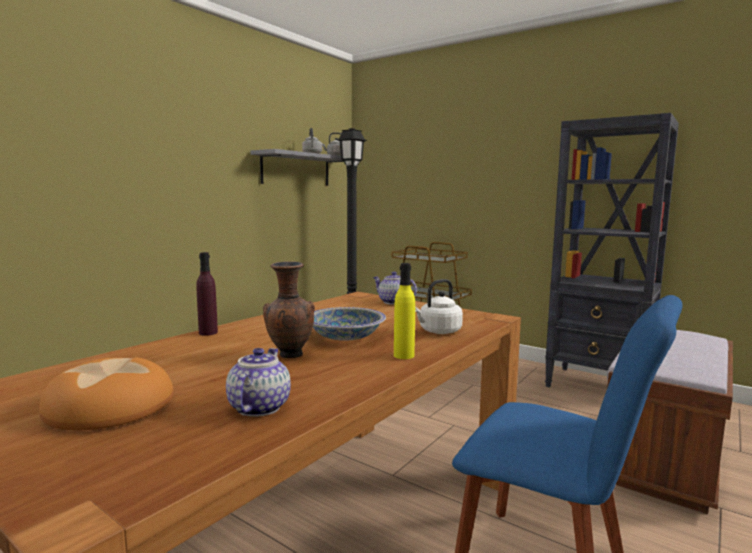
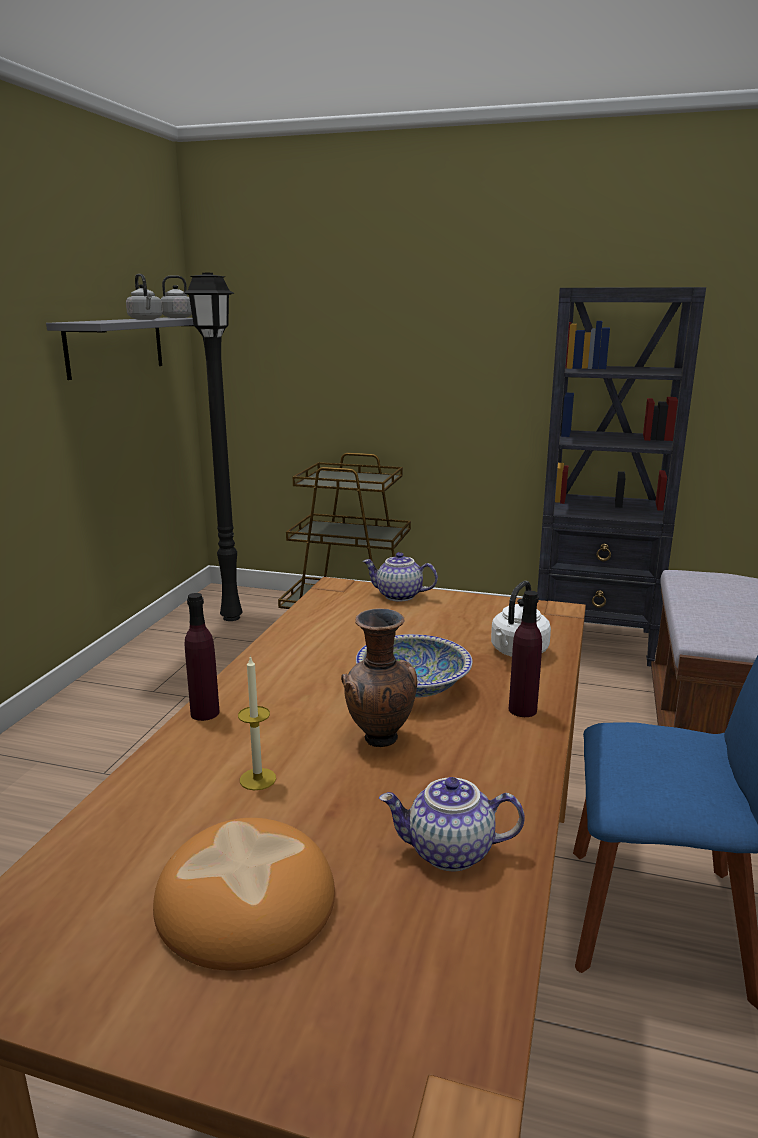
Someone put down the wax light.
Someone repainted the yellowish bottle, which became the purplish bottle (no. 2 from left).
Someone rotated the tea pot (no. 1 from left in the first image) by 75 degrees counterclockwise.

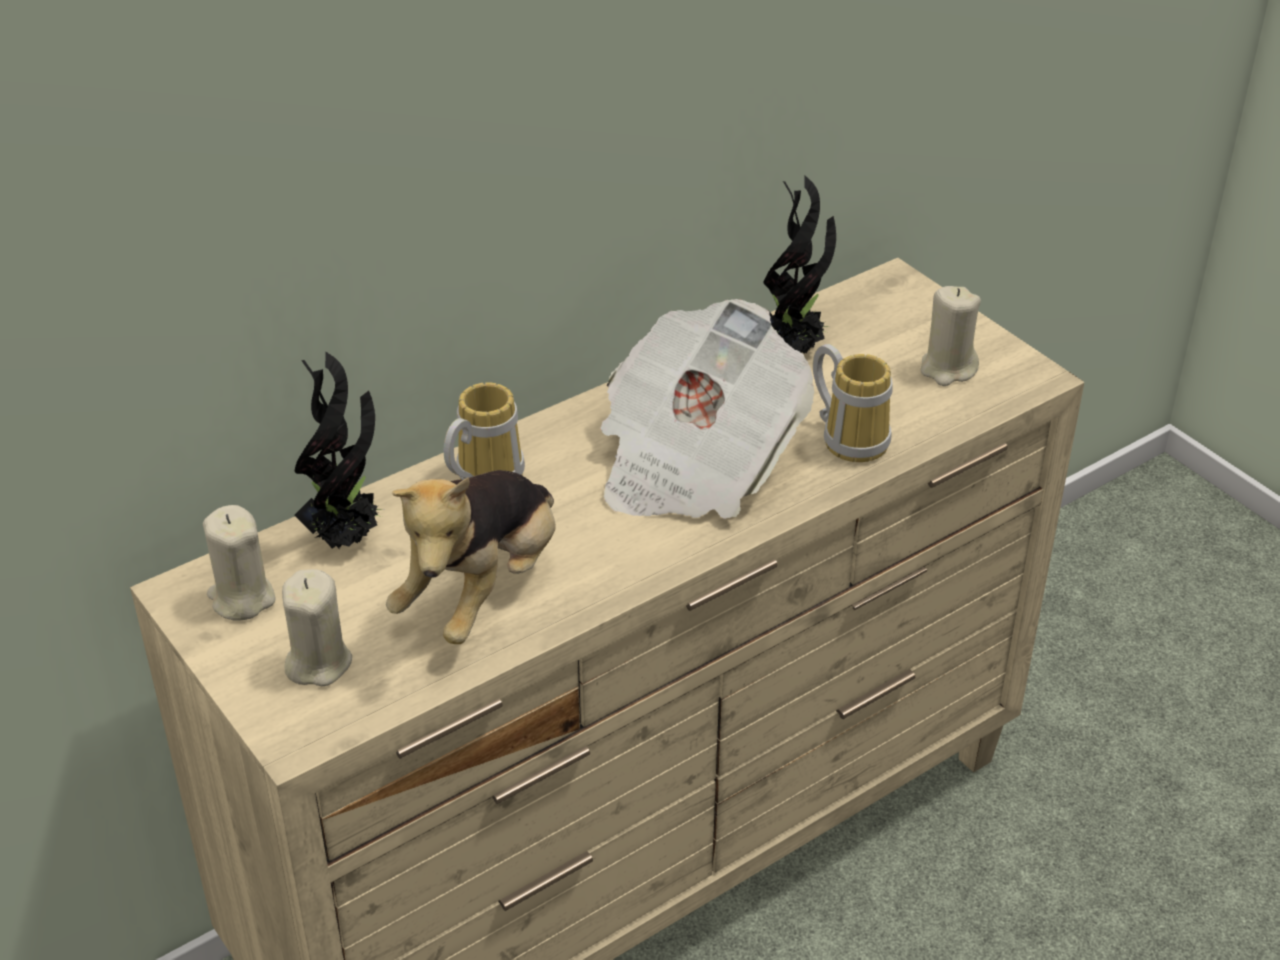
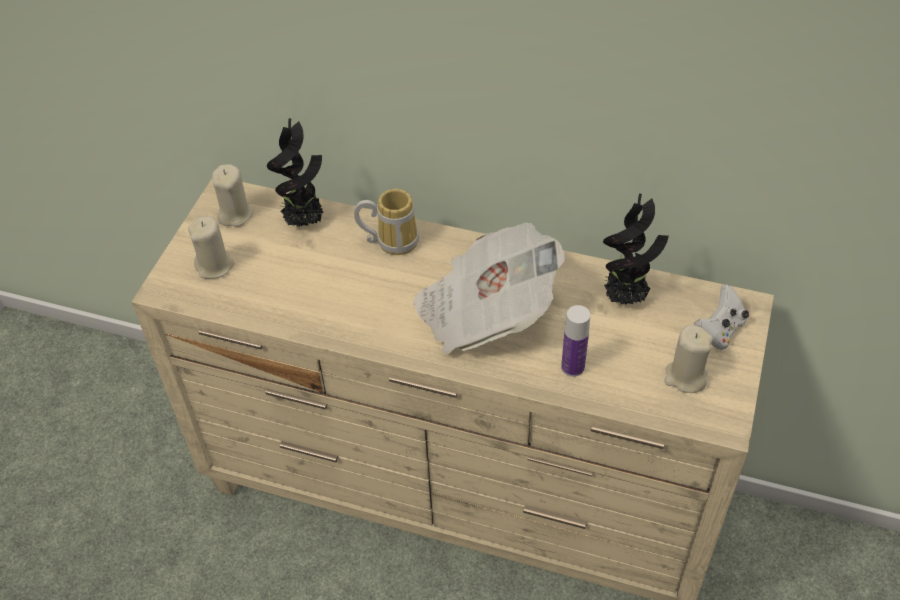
Someone took away the cuddly toy.
Someone put down the white-coloured joypad.
Someone swapped the tea mug (no. 2 from left) for the bottle.

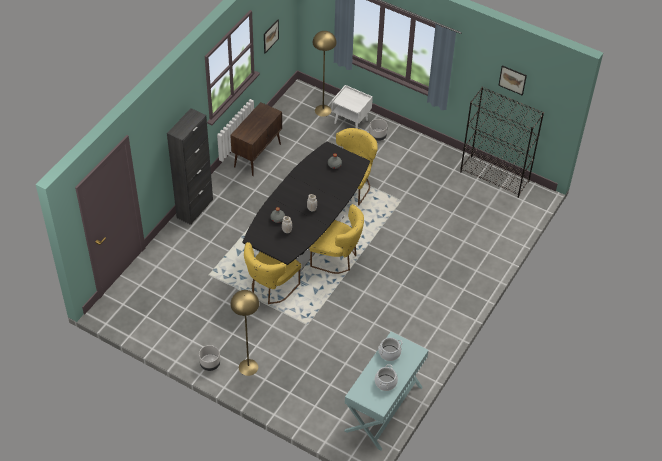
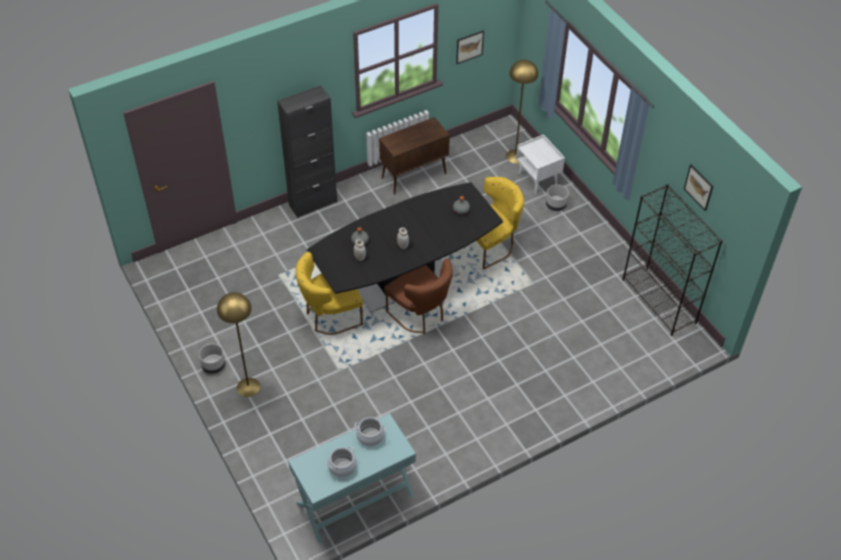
Someone repainted the yellowish upright chair (no. 2 from left), which became the brown upright chair.

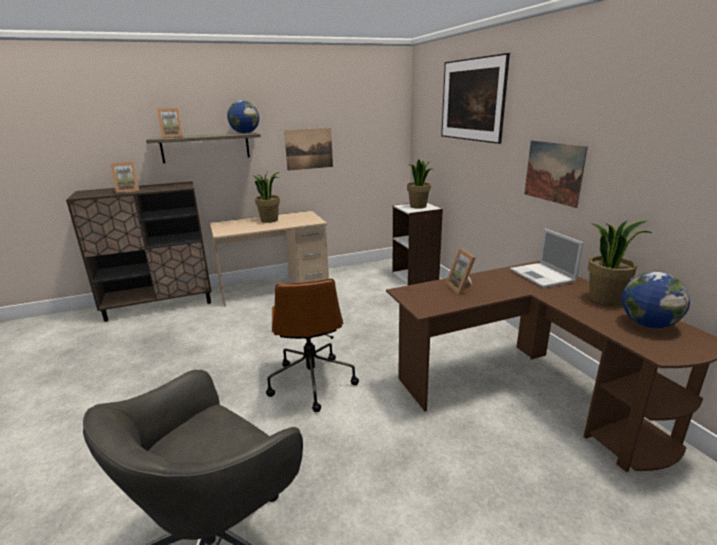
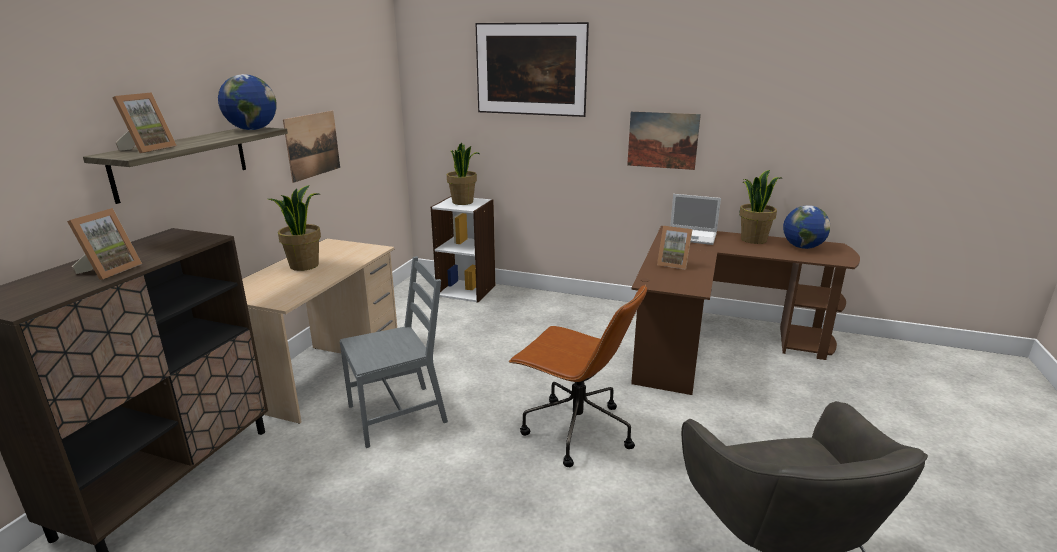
Someone put down the gray upright chair.

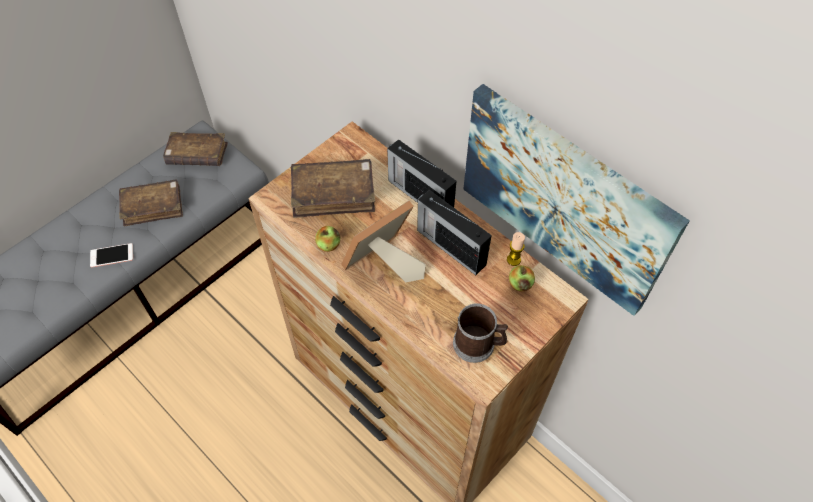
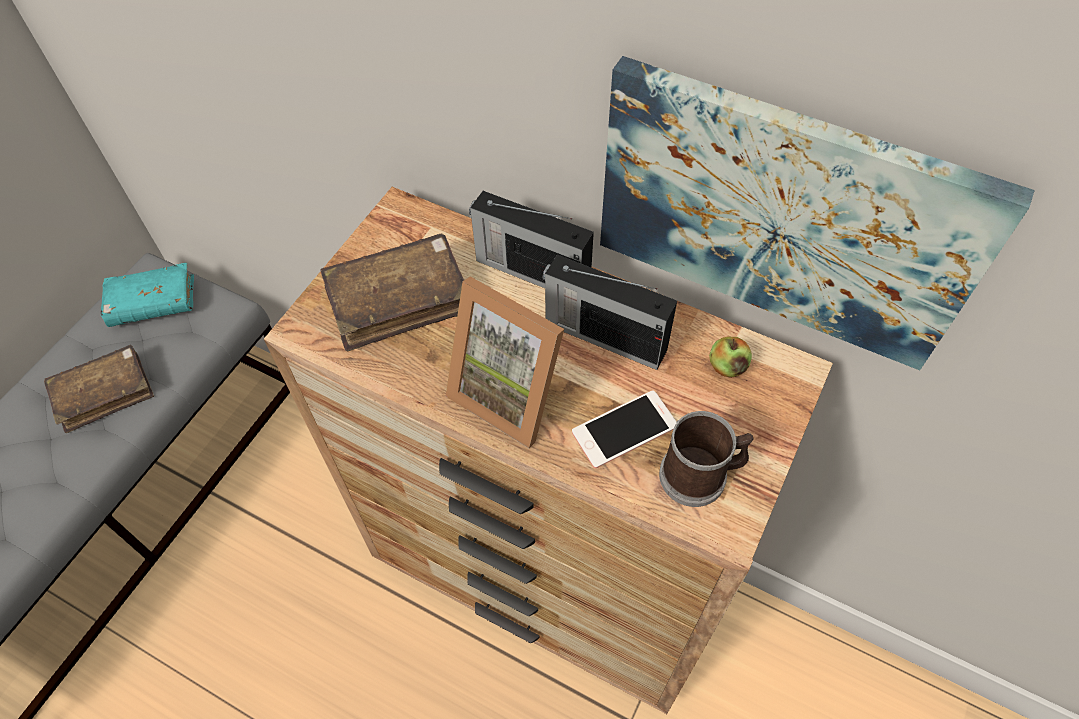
Someone took away the whole apple (no. 1 from left).
Someone took away the wax light.
Someone carried the phone.
Someone repainted the brown volume (no. 2 from left), which became the blue-green volume.
Someone rotated the standing frame by 90 degrees counterclockwise.

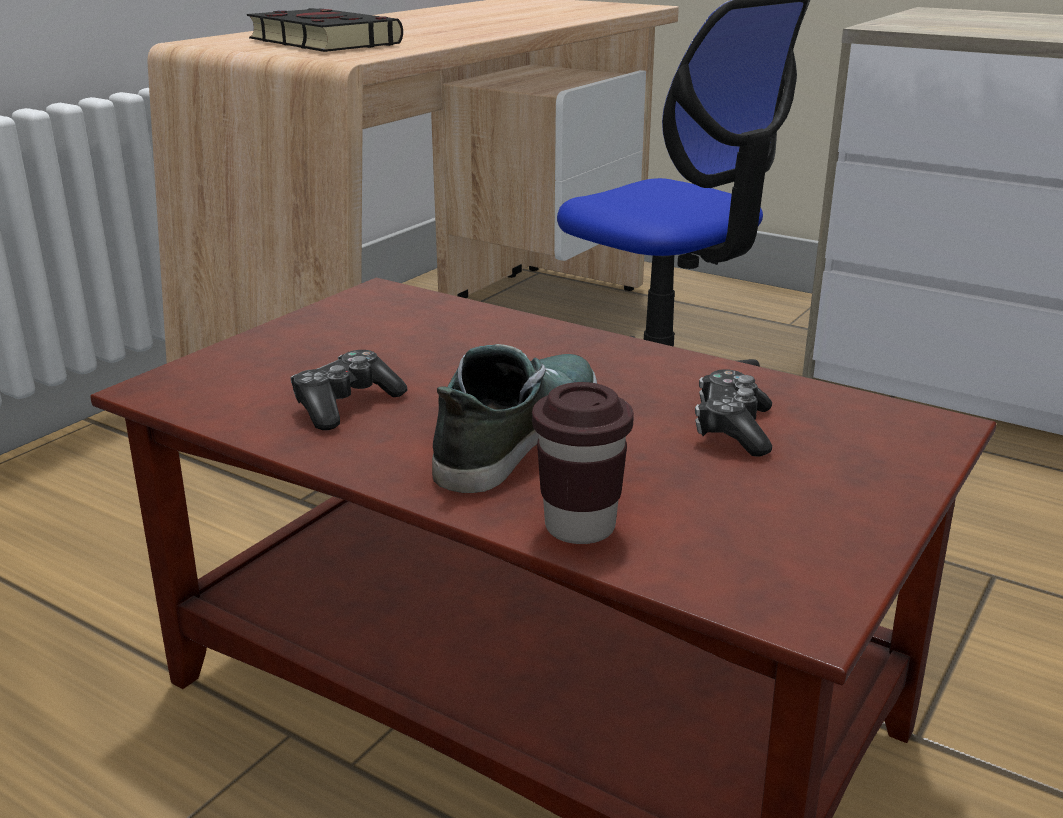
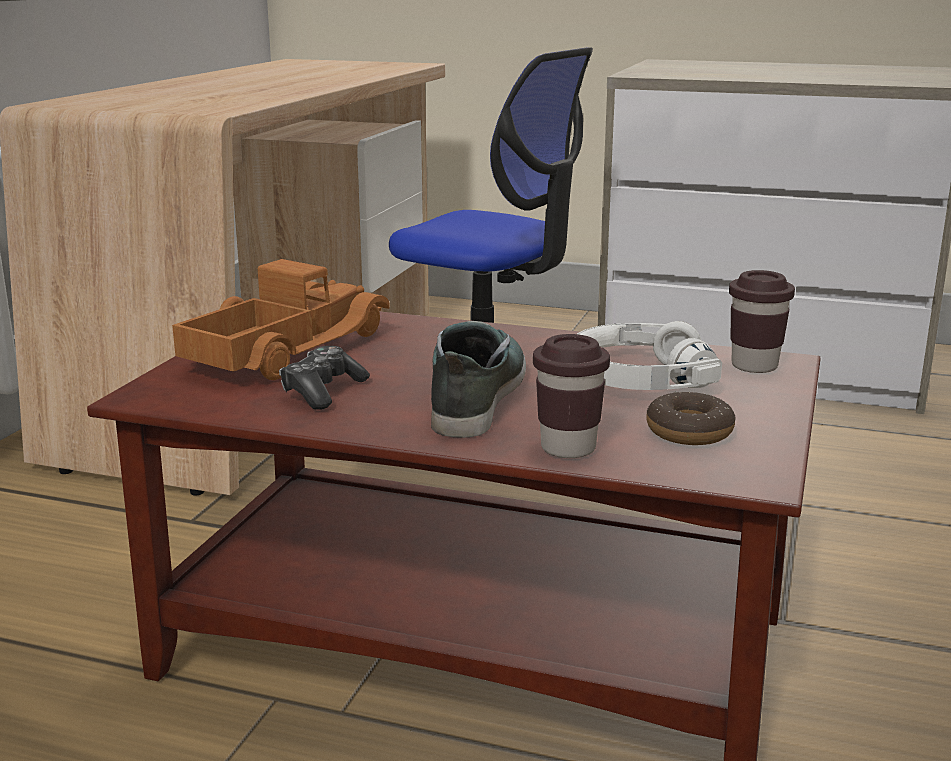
Someone took away the black-coloured volume.
Someone put down the model truck.
Someone put down the doughnut.
Someone put down the brown small cup (no. 2 from left).
Someone swapped the joypad (no. 2 from left) for the white-coloured headphones.

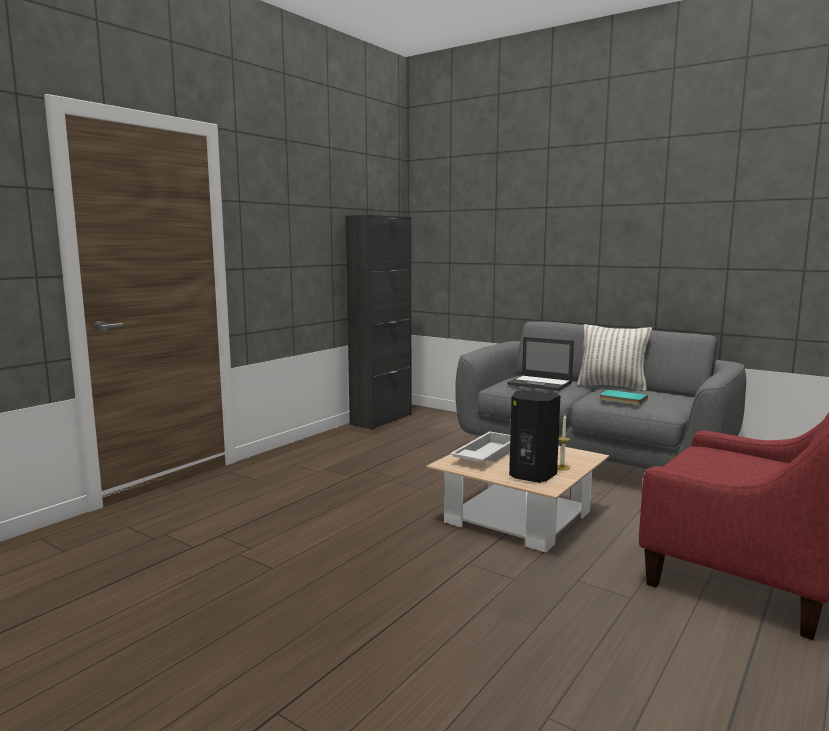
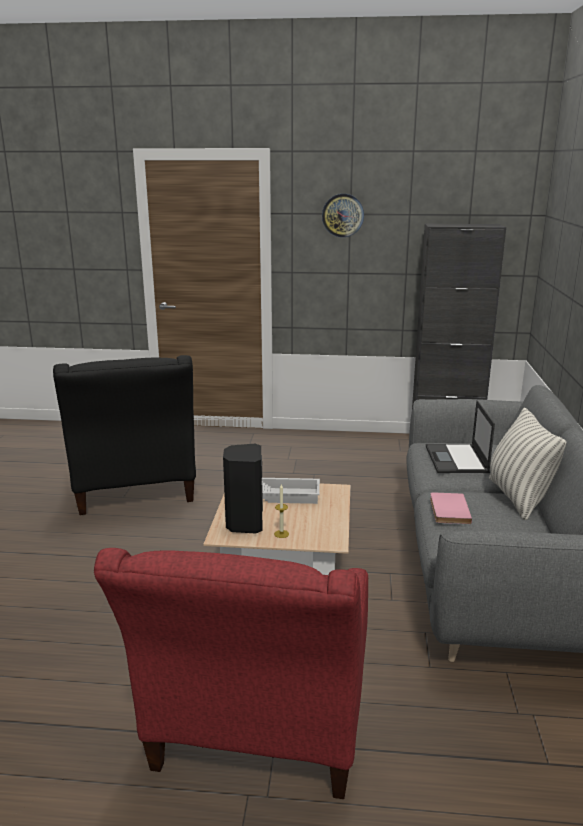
Someone put down the black-coloured lounge chair.
Someone put up the wall clock.
Someone repainted the blue-green volume, which became the pinkish volume.

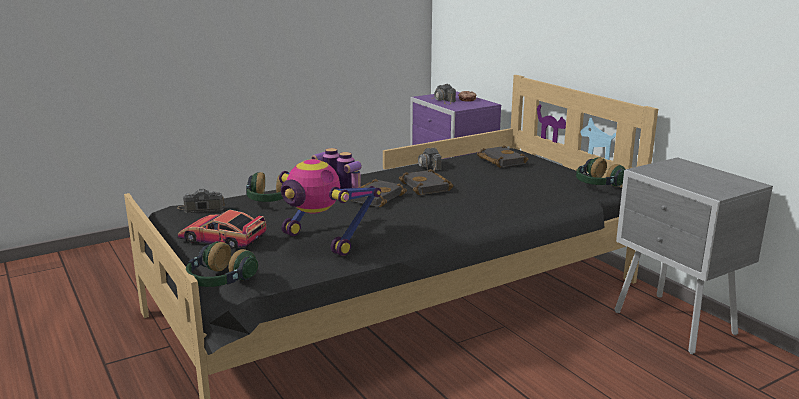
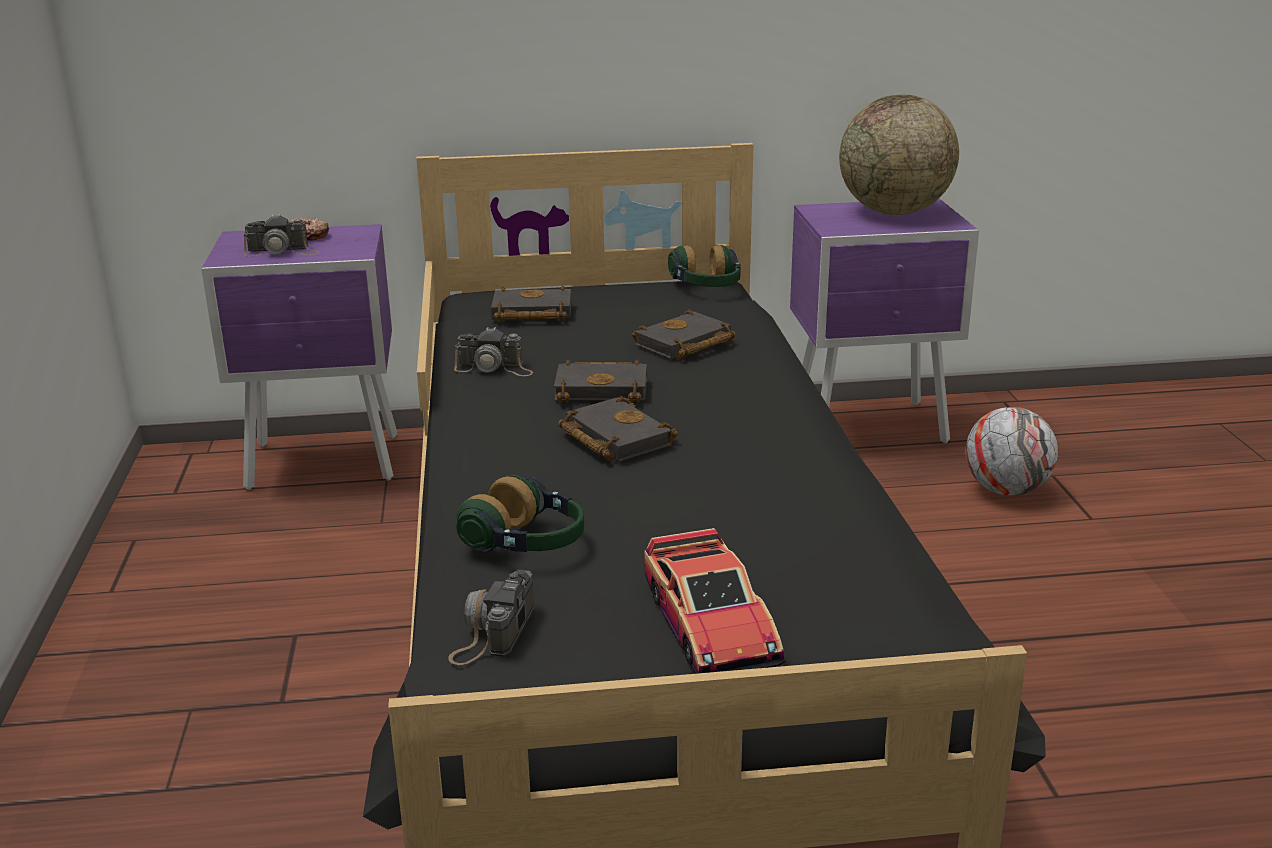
Someone took away the headphones (no. 1 from left).
Someone took away the toy robot.
Someone put down the black-coloured volume (no. 4 from left).
Someone put down the desk globe.
Someone put down the football ball.
Someone repainted the gray night table, which became the purplish night table (no. 2 from left).
Someone rotated the miniature car by 60 degrees counterclockwise.

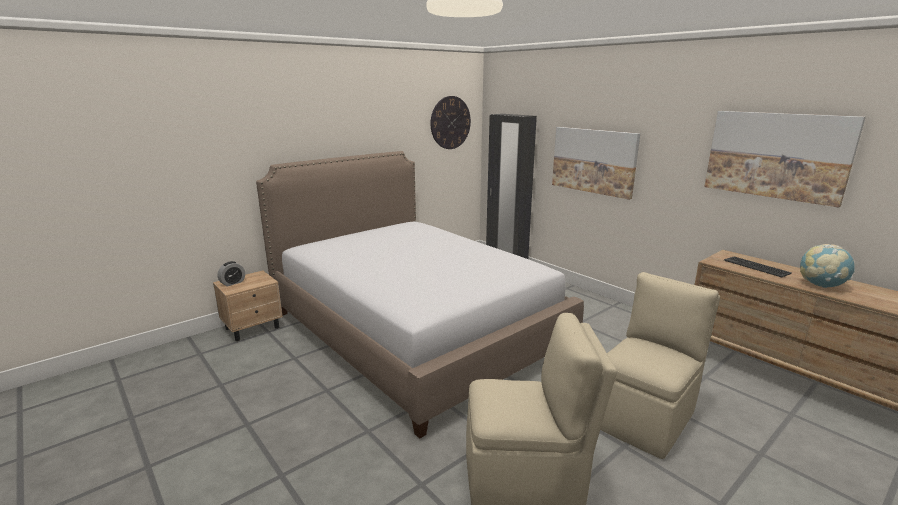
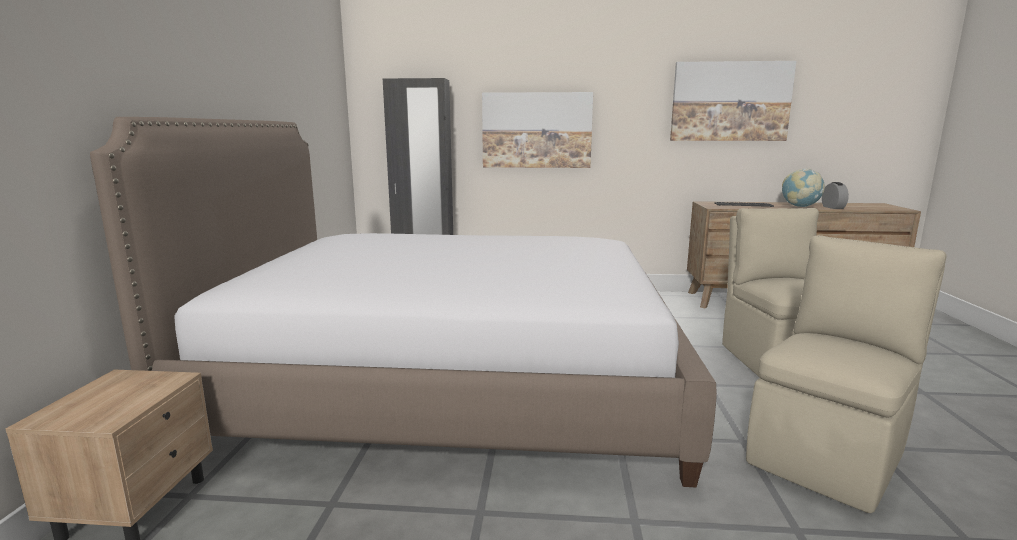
Someone took away the wall clock.
Someone carried the table clock.

